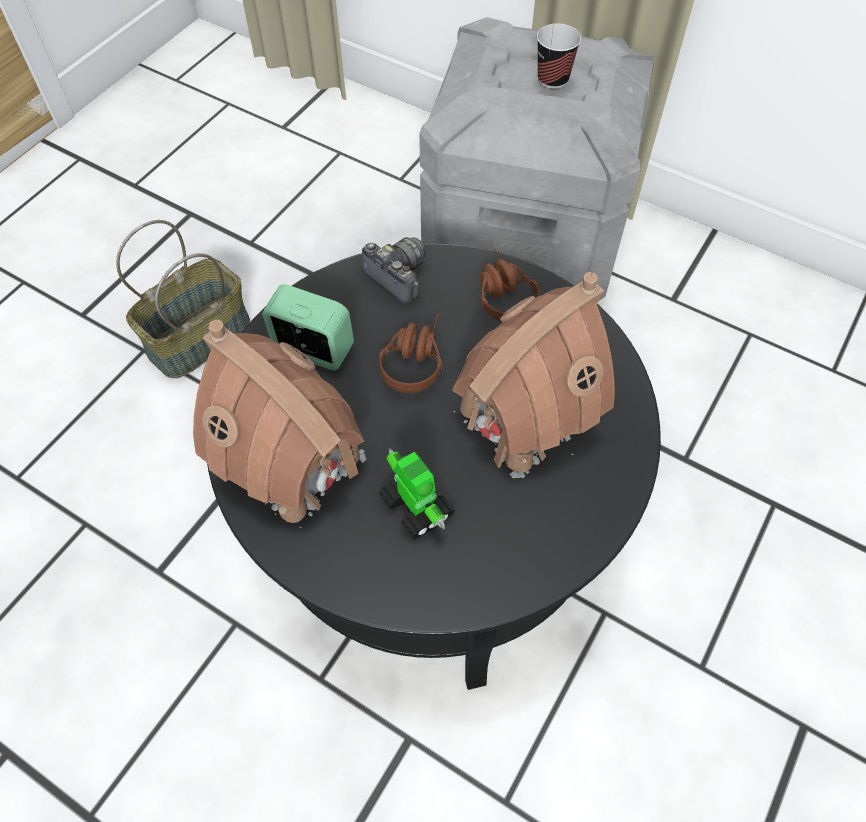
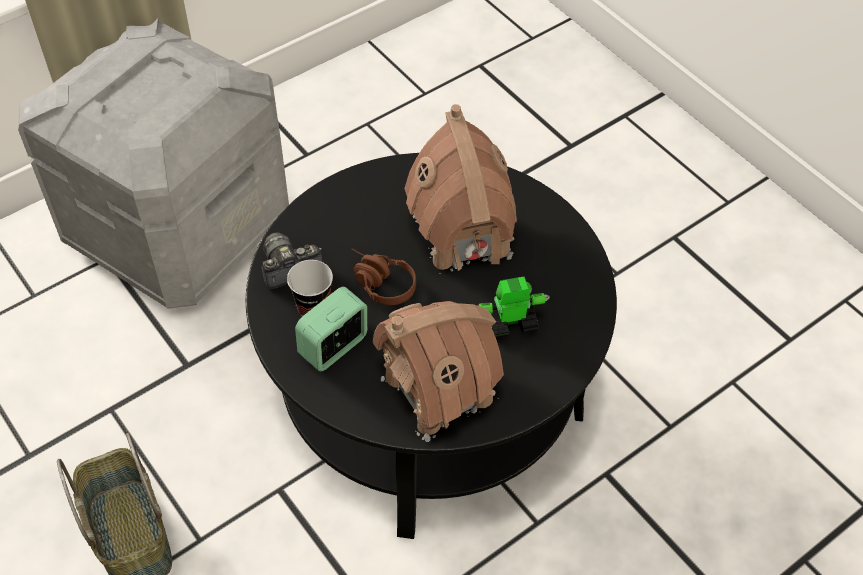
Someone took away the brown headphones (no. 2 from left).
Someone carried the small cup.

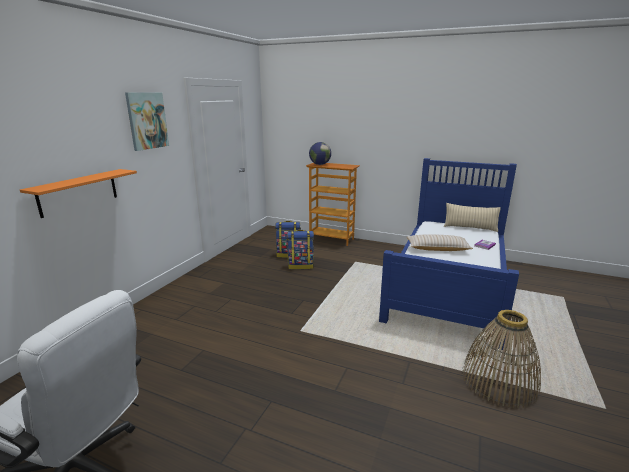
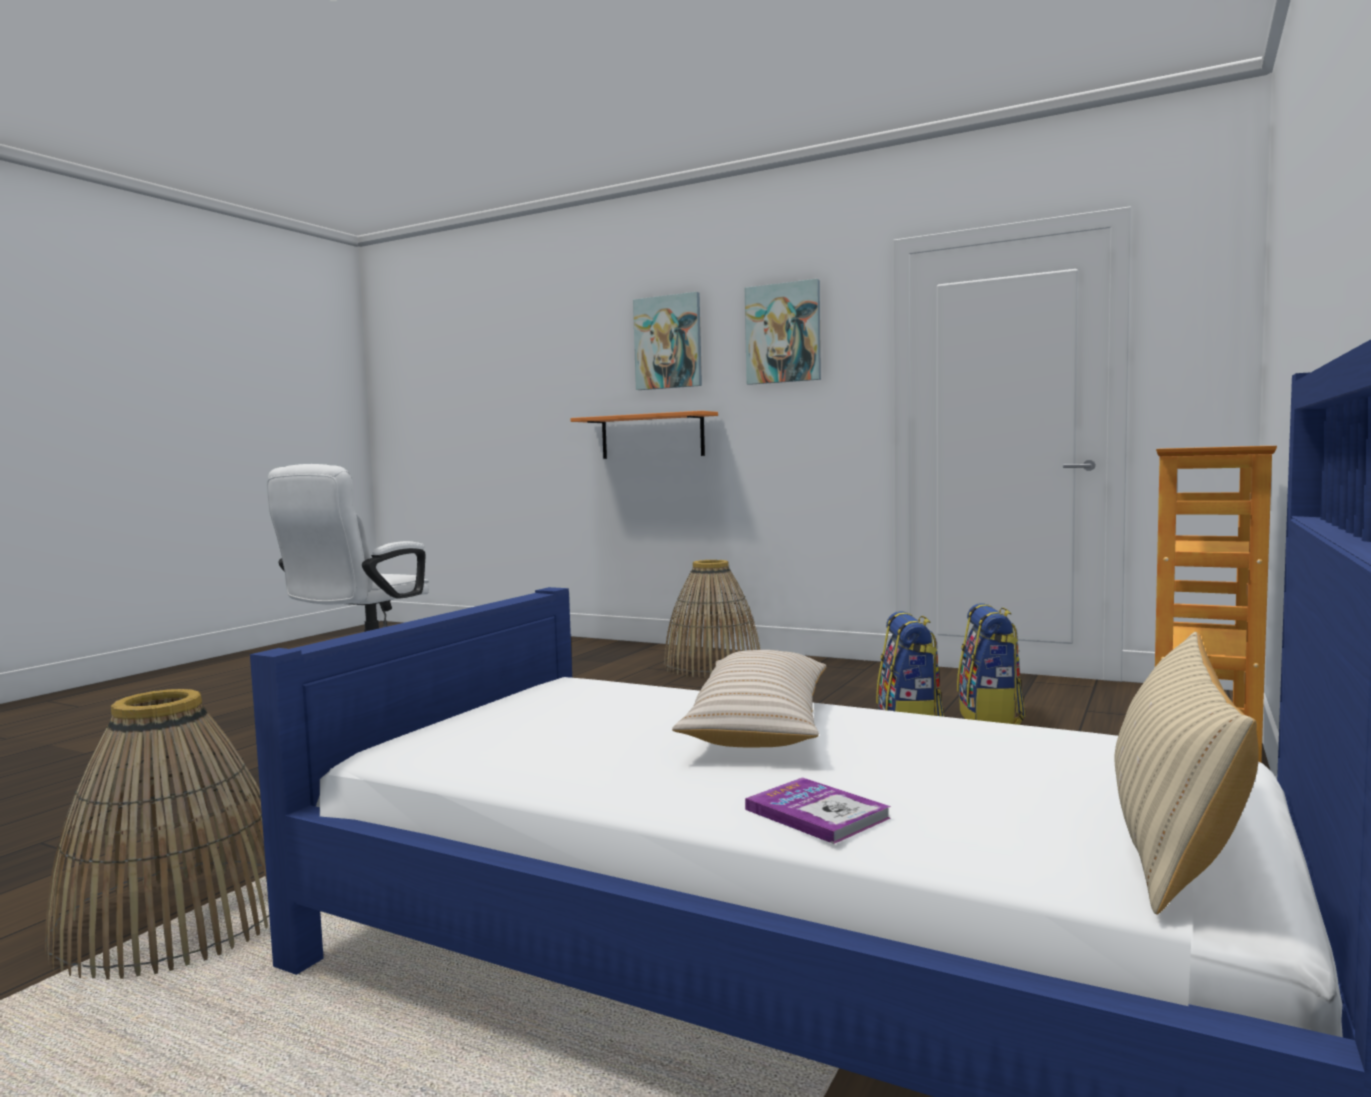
Someone took away the desk globe.
Someone put up the wall art (no. 1 from left).
Someone put down the basket (no. 2 from left).

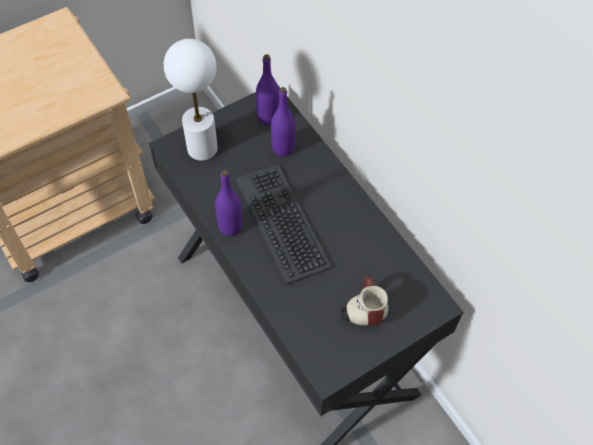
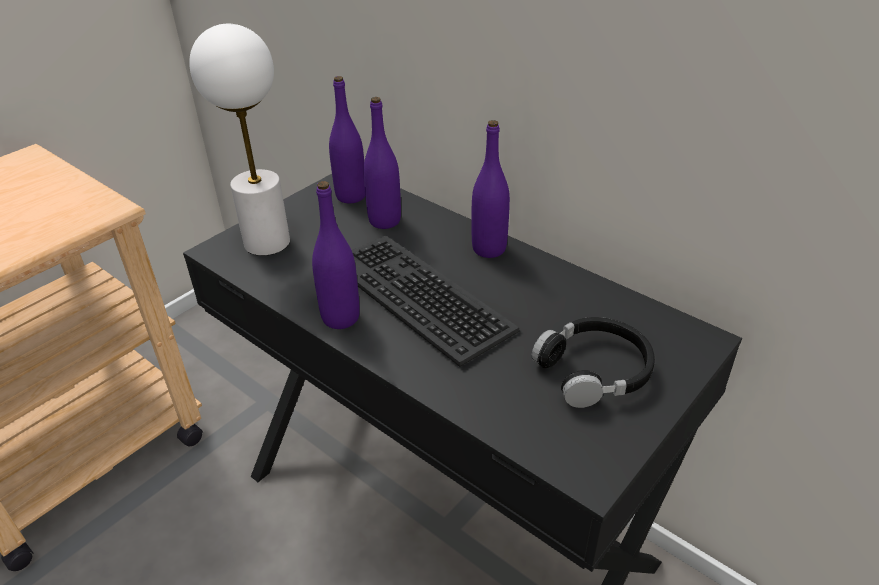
Someone put down the purplish bottle (no. 4 from left).
Someone swapped the tea mug for the black-coloured headphones.

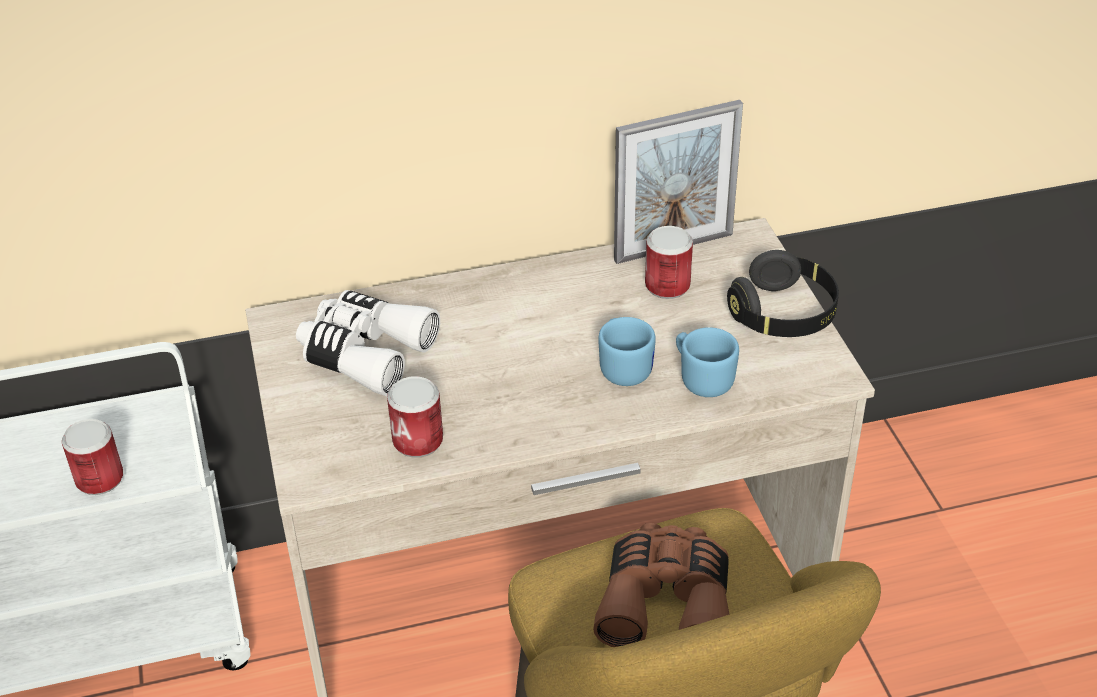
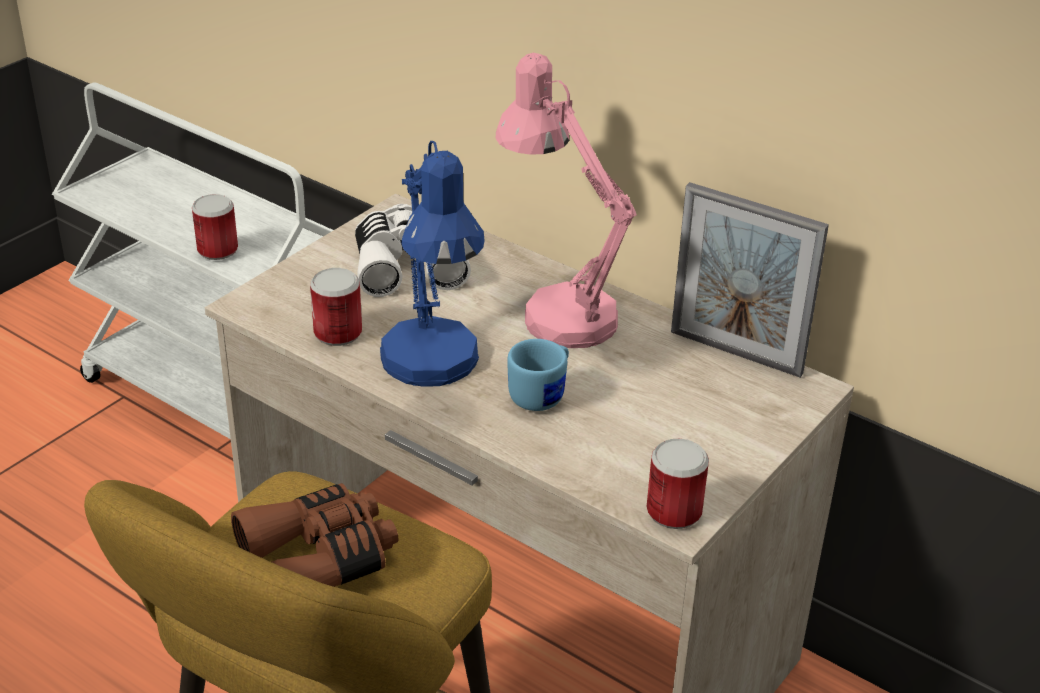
Someone took away the blue-coloured tea mug (no. 2 from left).
Someone took away the black-coloured headphones.
Someone put down the blue-coloured tabletop lamp.
Someone put down the pinkish tabletop lamp.
Someone carried the metal can (no. 3 from left).

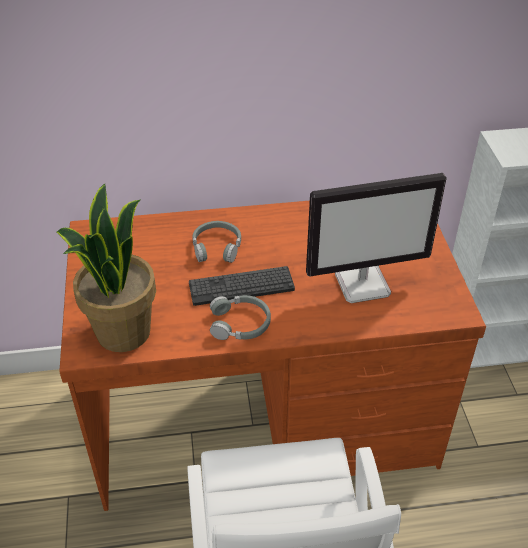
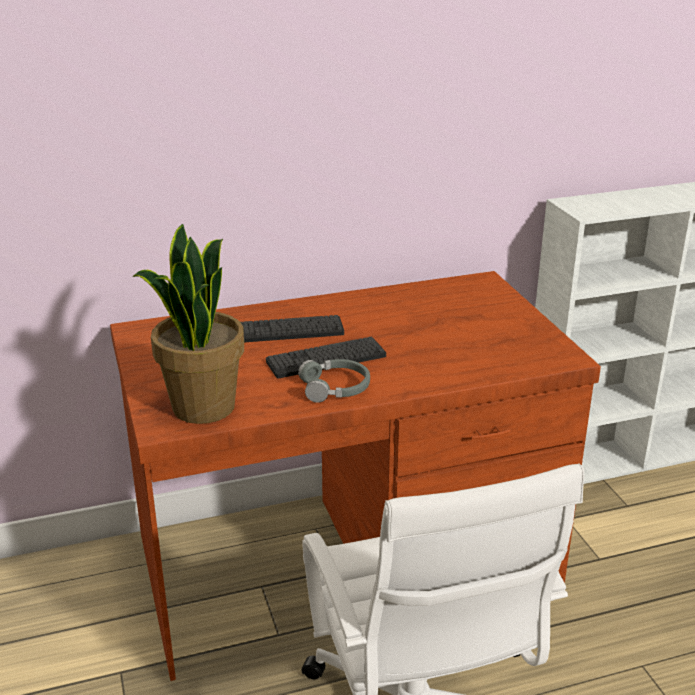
Someone took away the computer screen.
Someone swapped the gray headphones (no. 1 from left) for the computer keyboard (no. 1 from left).

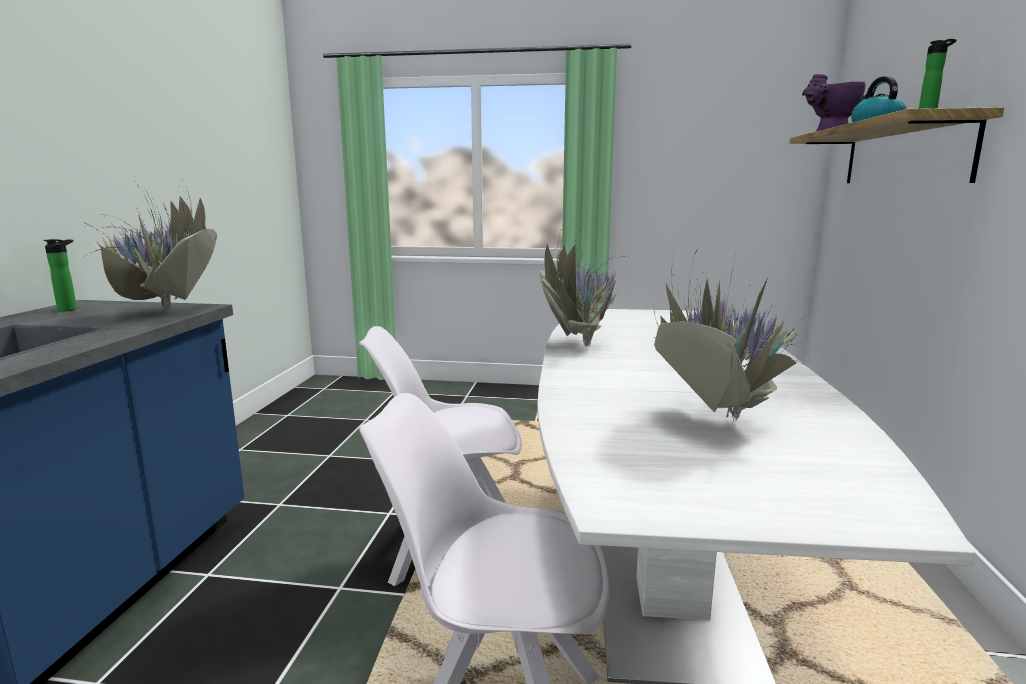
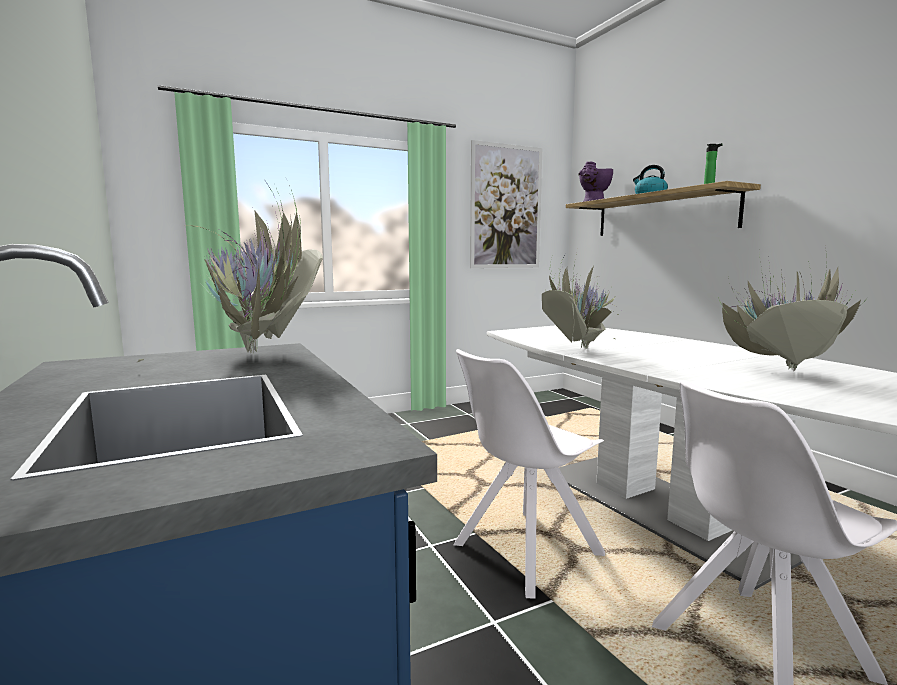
Someone took away the bottle (no. 1 from left).
Someone put up the wall art.

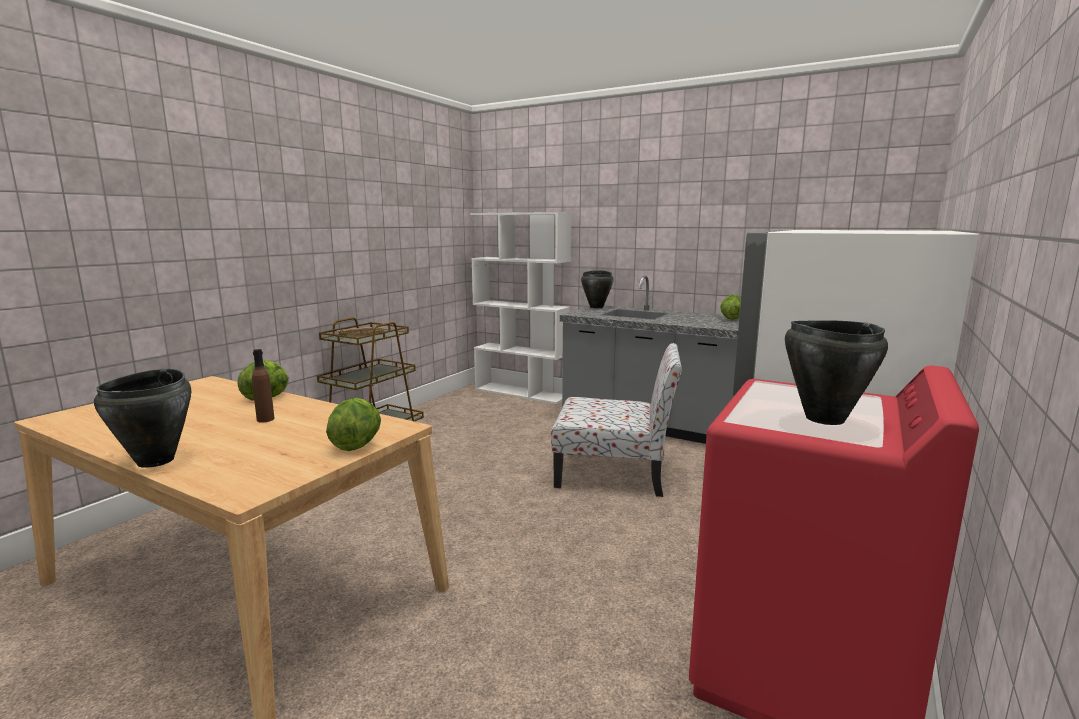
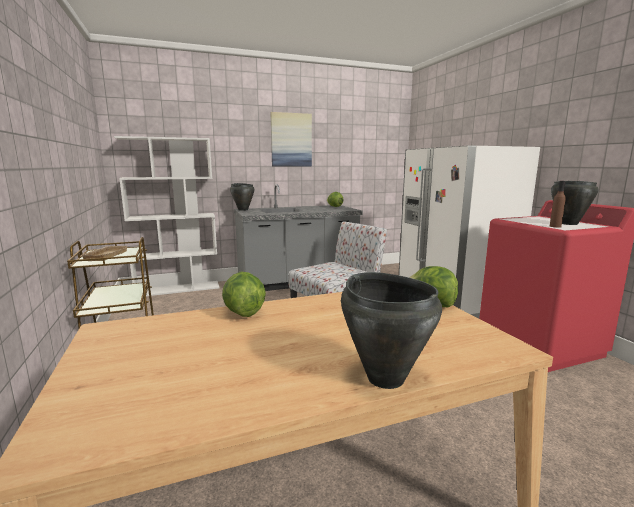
Someone put up the wall art.
Someone carried the brown bottle.

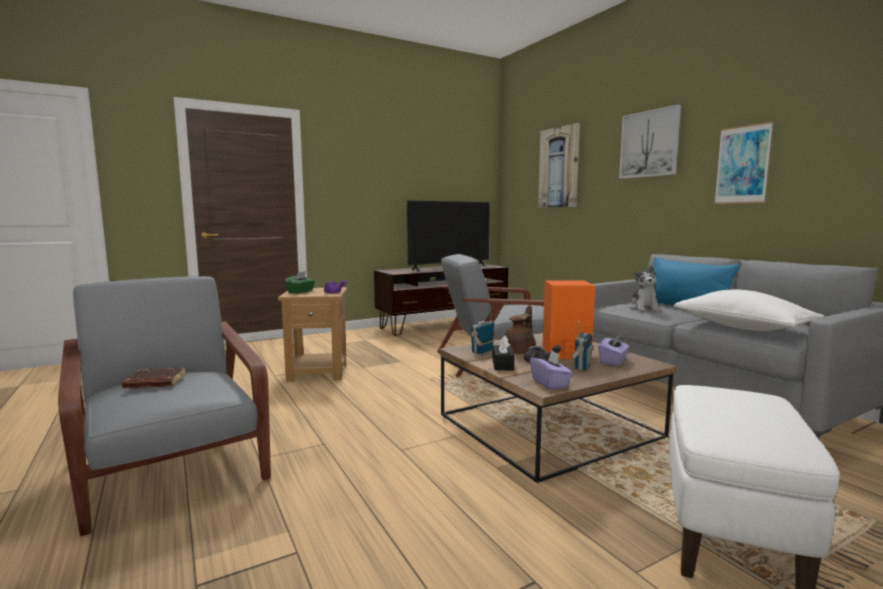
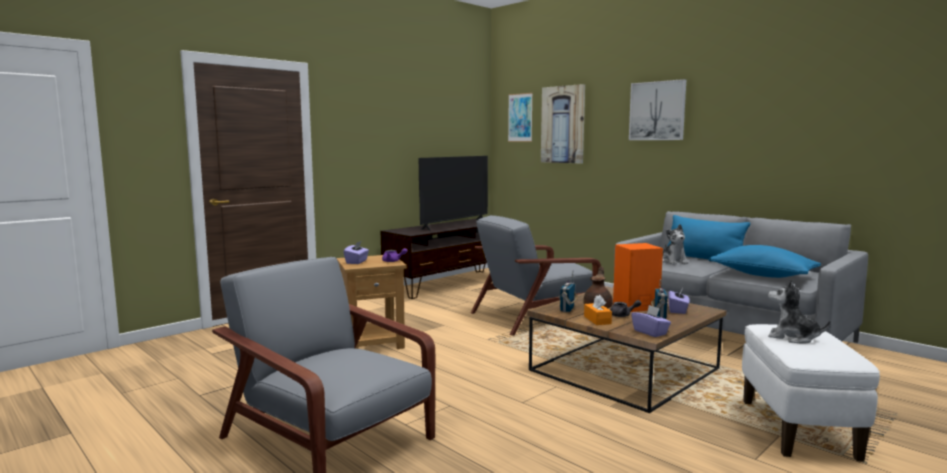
Someone took away the brown volume.
Someone put down the cuddly toy (no. 2 from left).
Someone carried the wall art (no. 3 from left in the first image).
Someone repainted the green tissue box, which became the purplish tissue box (no. 1 from left).
Someone repainted the black-coloured tissue box, which became the orange tissue box.
Someone repainted the white-coloured cushion, which became the blue-coloured cushion (no. 2 from left).

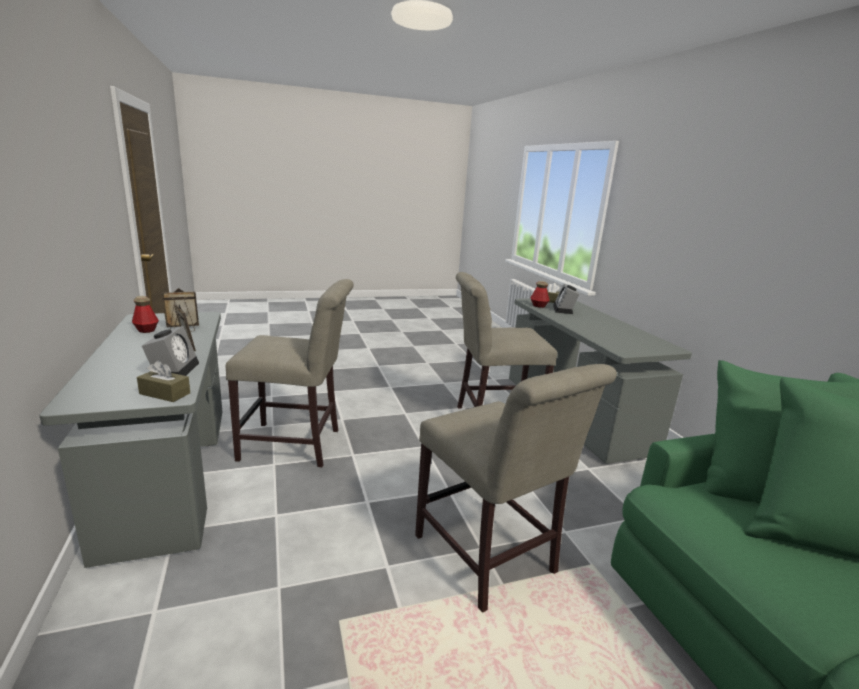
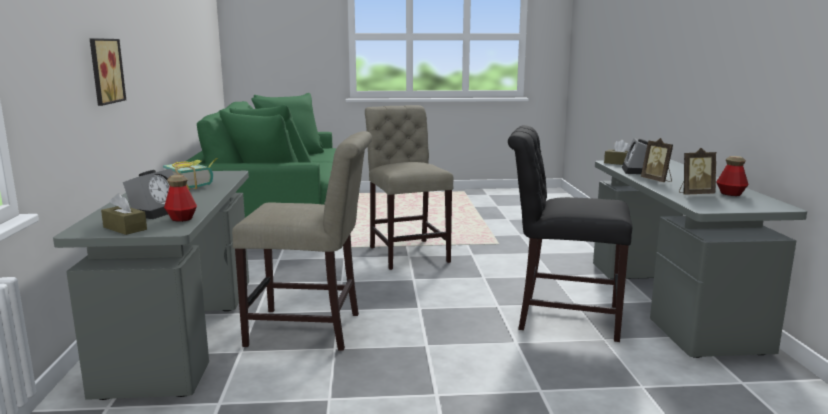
Someone put up the wall art.
Someone put down the volume.
Someone repainted the beige upright chair (no. 1 from left), which became the black-coloured upright chair.

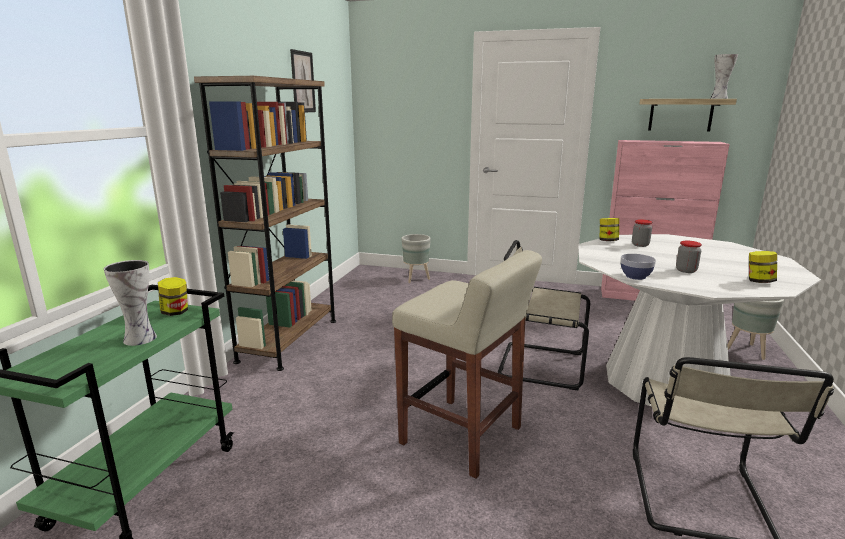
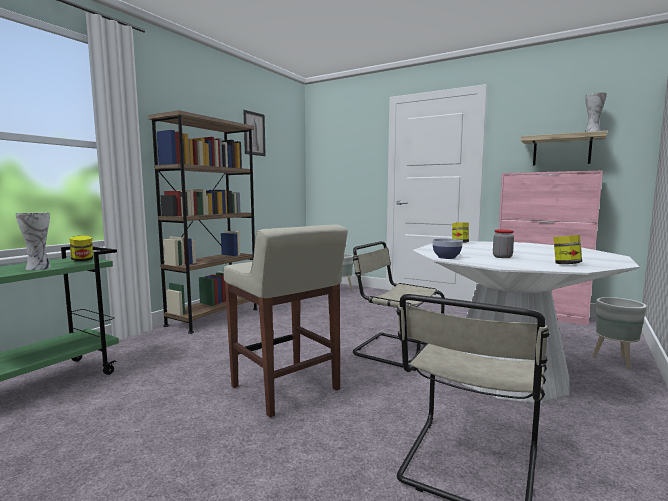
Someone took away the storage jar (no. 3 from left).

